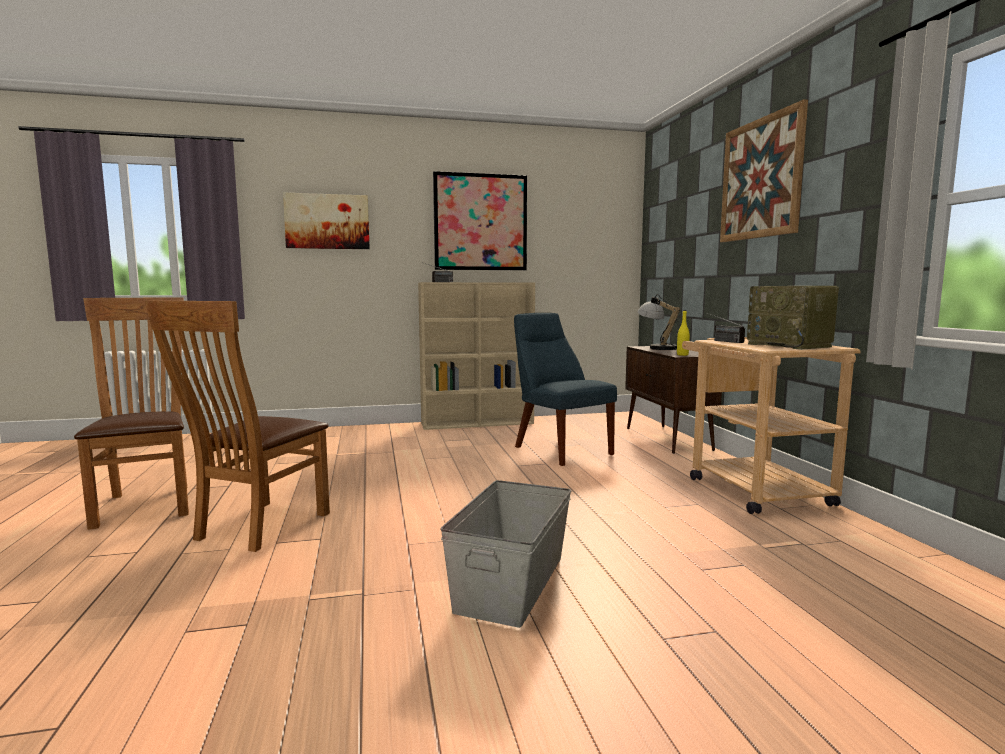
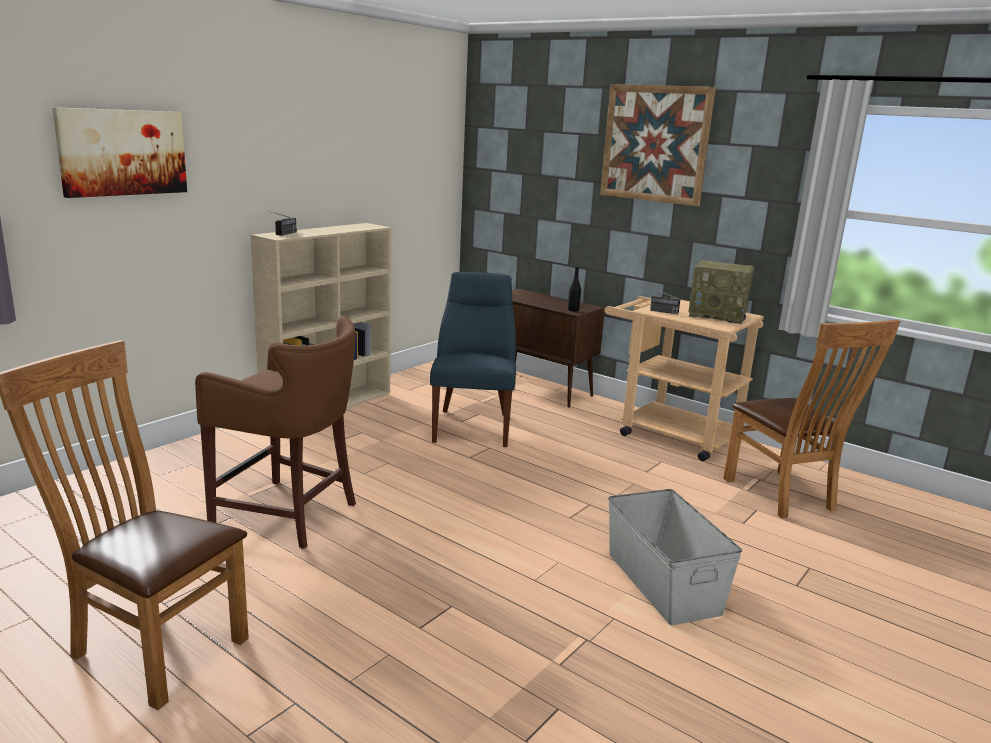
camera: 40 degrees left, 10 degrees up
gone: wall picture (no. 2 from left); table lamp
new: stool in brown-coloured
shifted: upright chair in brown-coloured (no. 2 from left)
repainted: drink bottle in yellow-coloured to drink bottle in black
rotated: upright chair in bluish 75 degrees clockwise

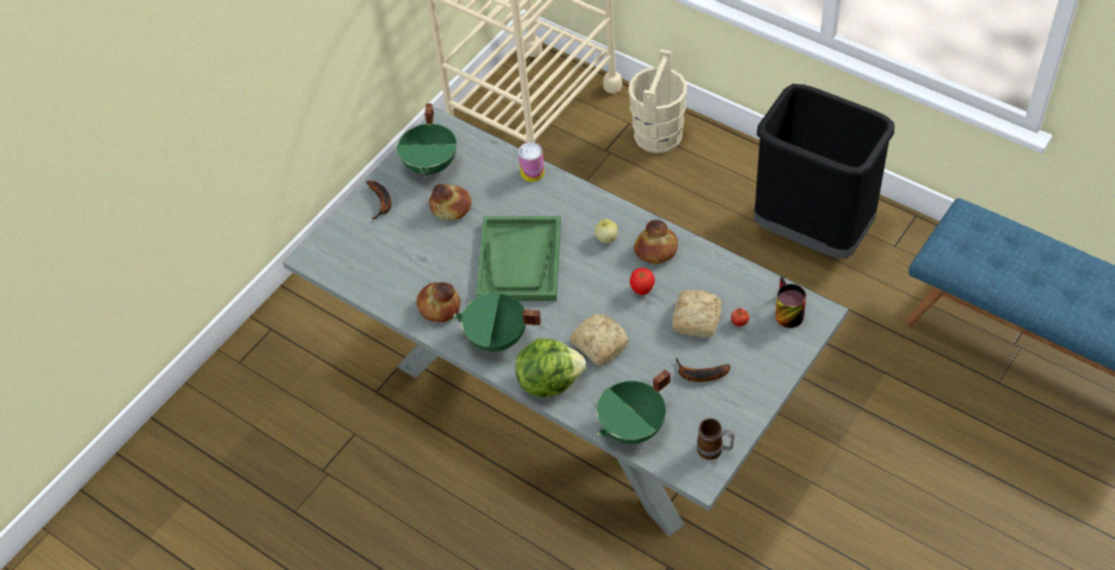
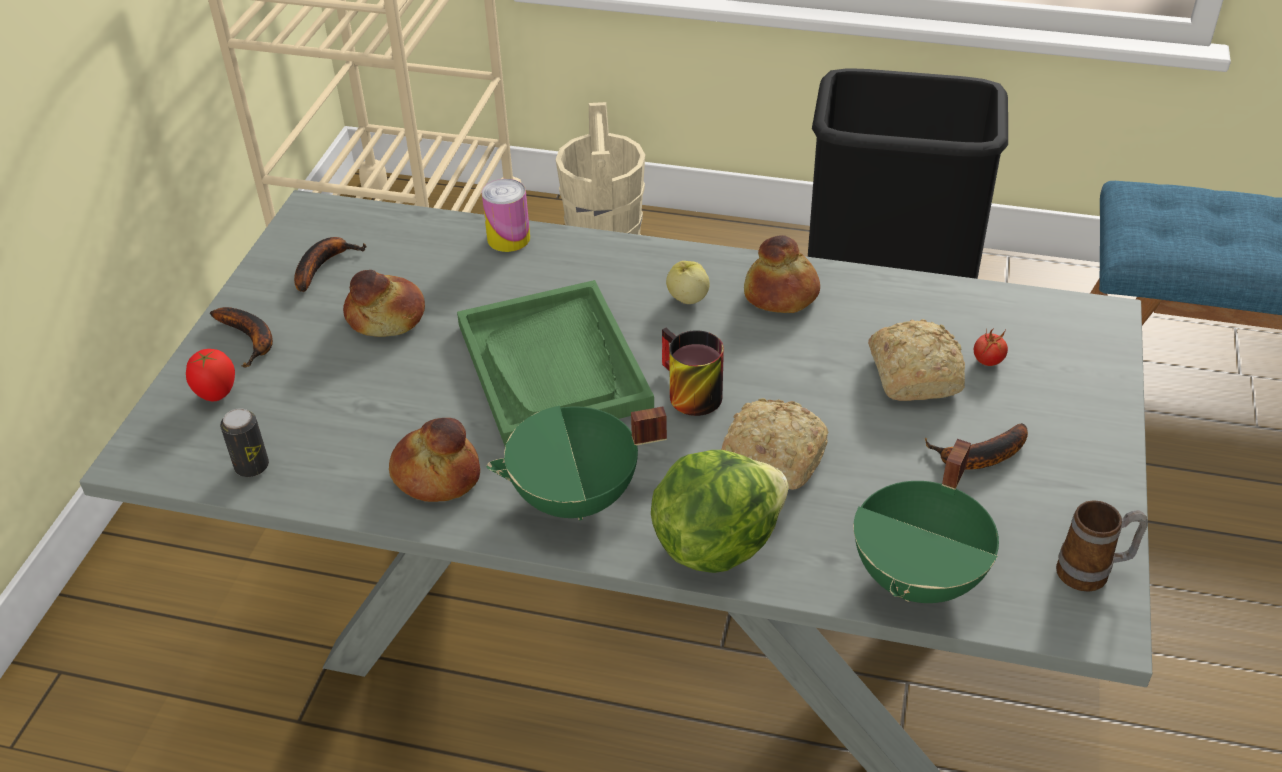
camera: 25 degrees left, 10 degrees down
new: can (no. 1 from left)
shifted: tomato (no. 1 from left); tea mug (no. 2 from left in the first image) to tea mug (no. 1 from left)
swapped: cooking pot in green (no. 1 from left) to whole banana (no. 2 from left)

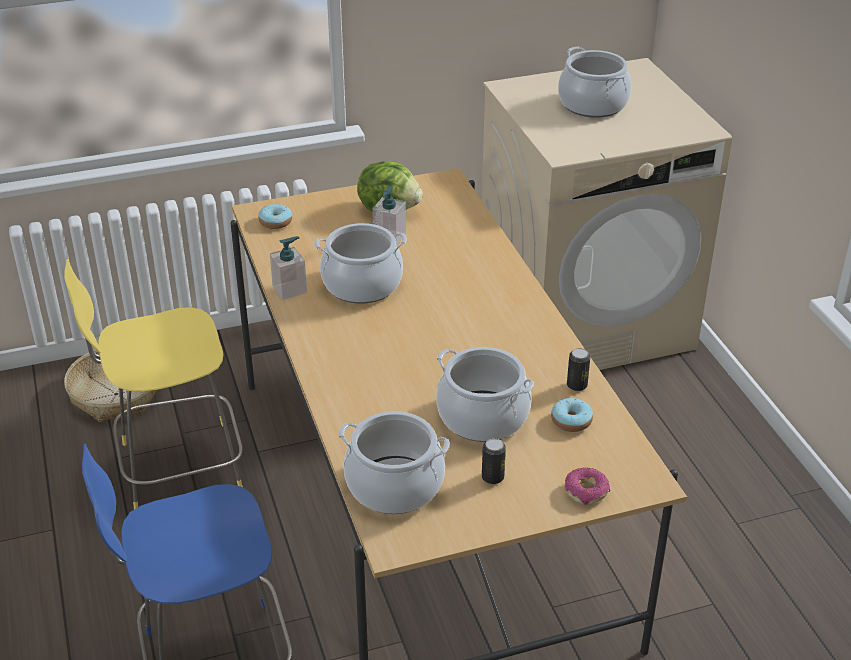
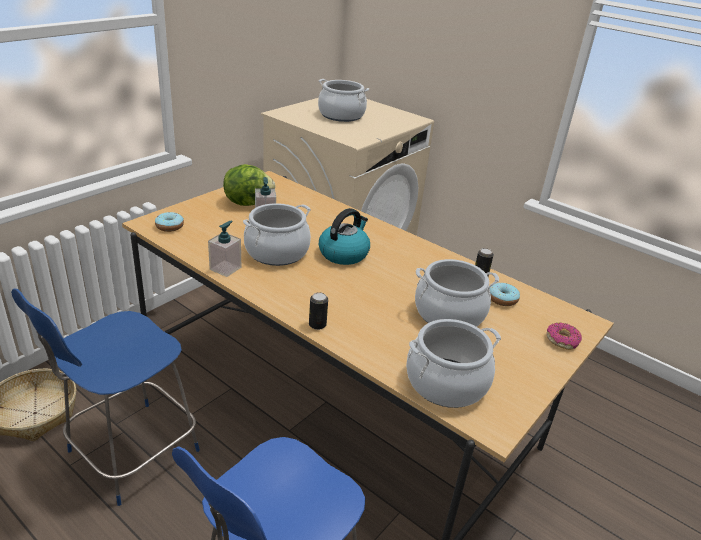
camera: 35 degrees left, 5 degrees down
new: water kettle
shifted: can (no. 1 from left)
repainted: stool in yellow-coloured to stool in bluish (no. 1 from left)

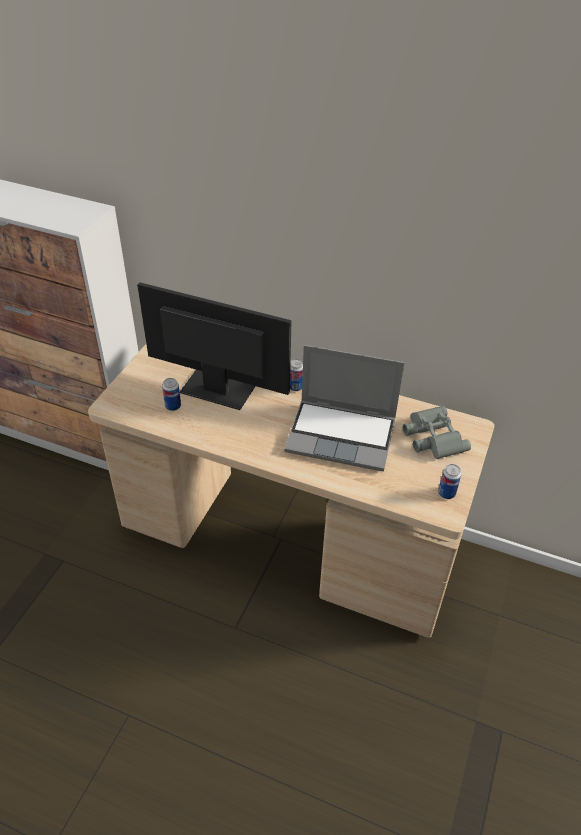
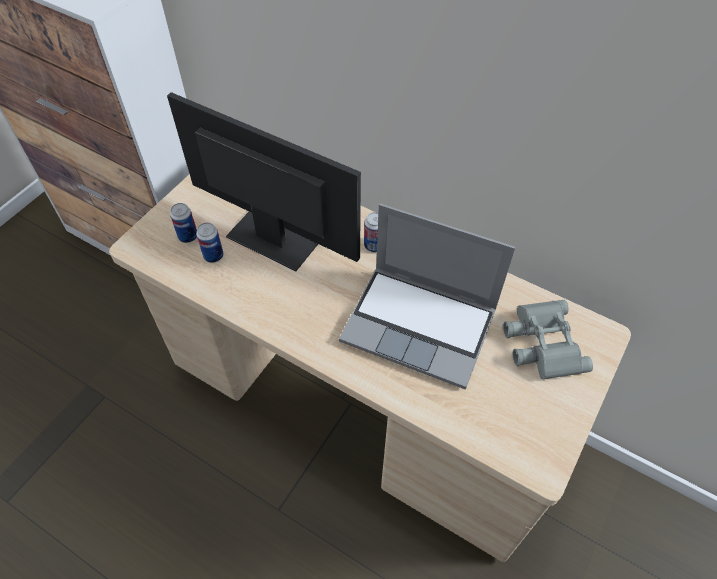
camera: 10 degrees right, 10 degrees up
shifted: can (no. 3 from left in the first image) to can (no. 1 from left)

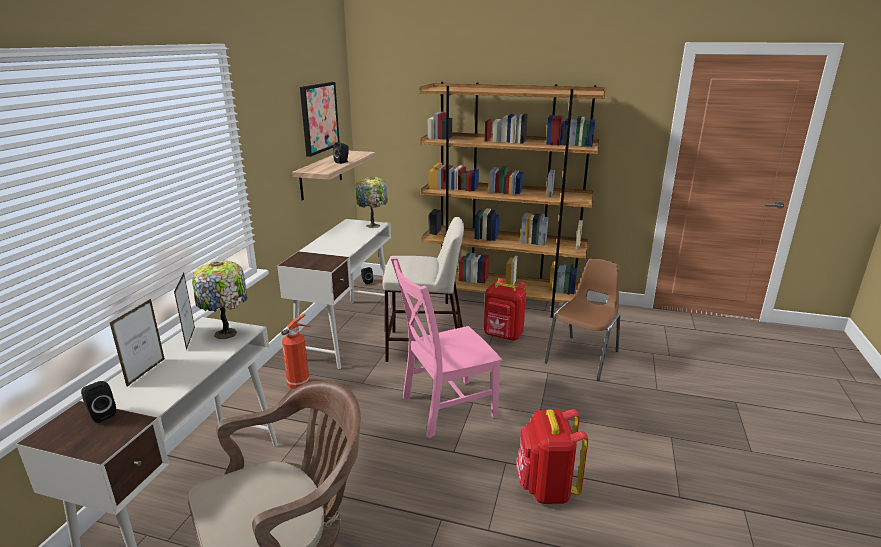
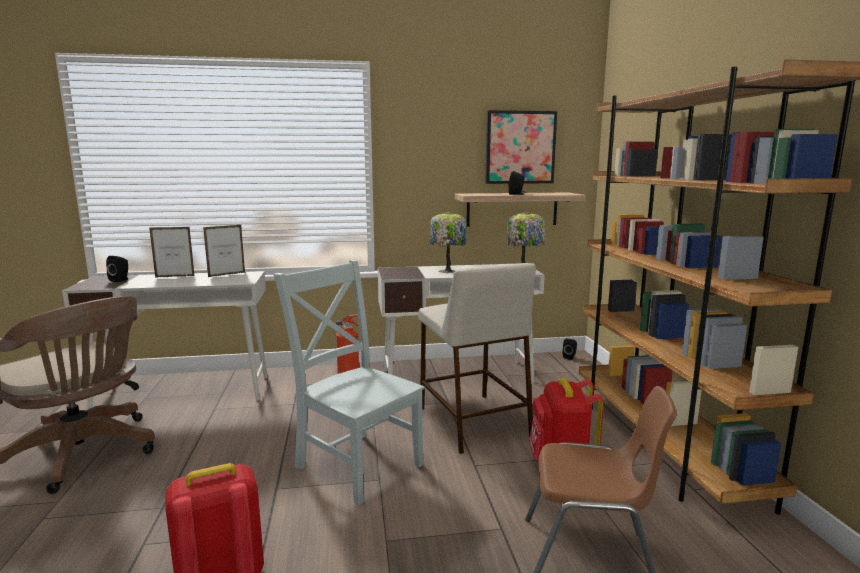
camera: 65 degrees right, 10 degrees down
shifted: table lamp (no. 1 from left)
repainted: upright chair in pink-coloured to upright chair in grey

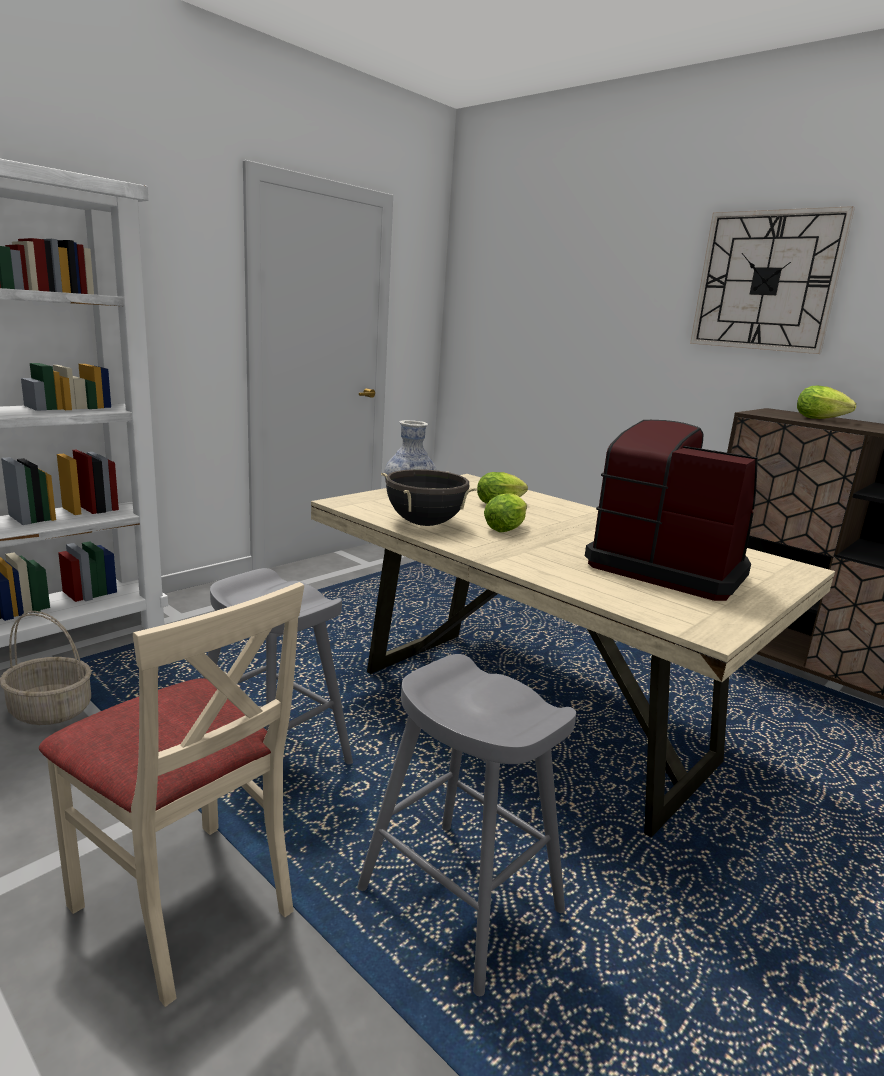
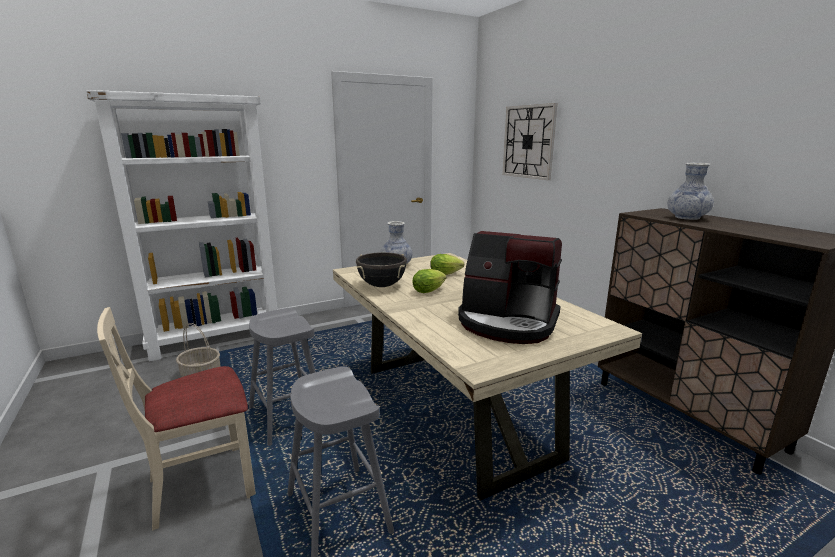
camera: 20 degrees right, 0 degrees up
shifted: wall clock
swapped: lettuce head (no. 3 from left) to decorative vase (no. 2 from left)
rotated: coffee maker 150 degrees clockwise; upright chair in beige-coloured 90 degrees clockwise

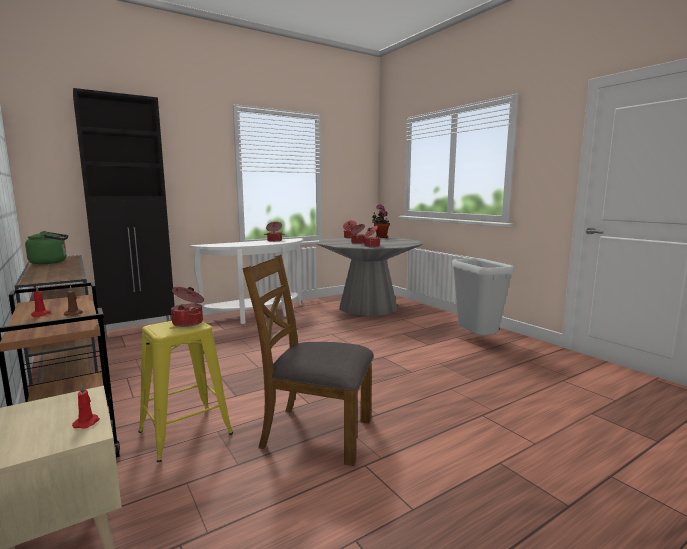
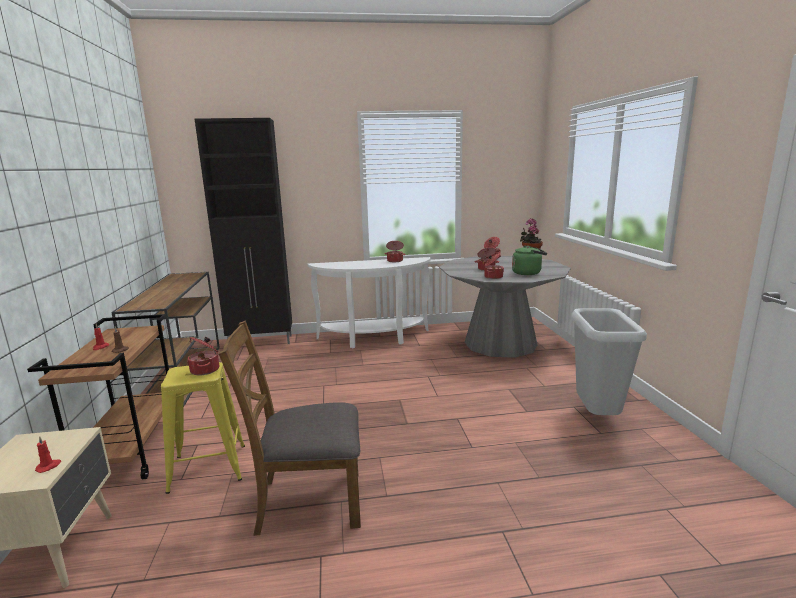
camera: 25 degrees right, 5 degrees up
shifted: water kettle in green
rotated: upright chair in brown-coloured 45 degrees counterclockwise

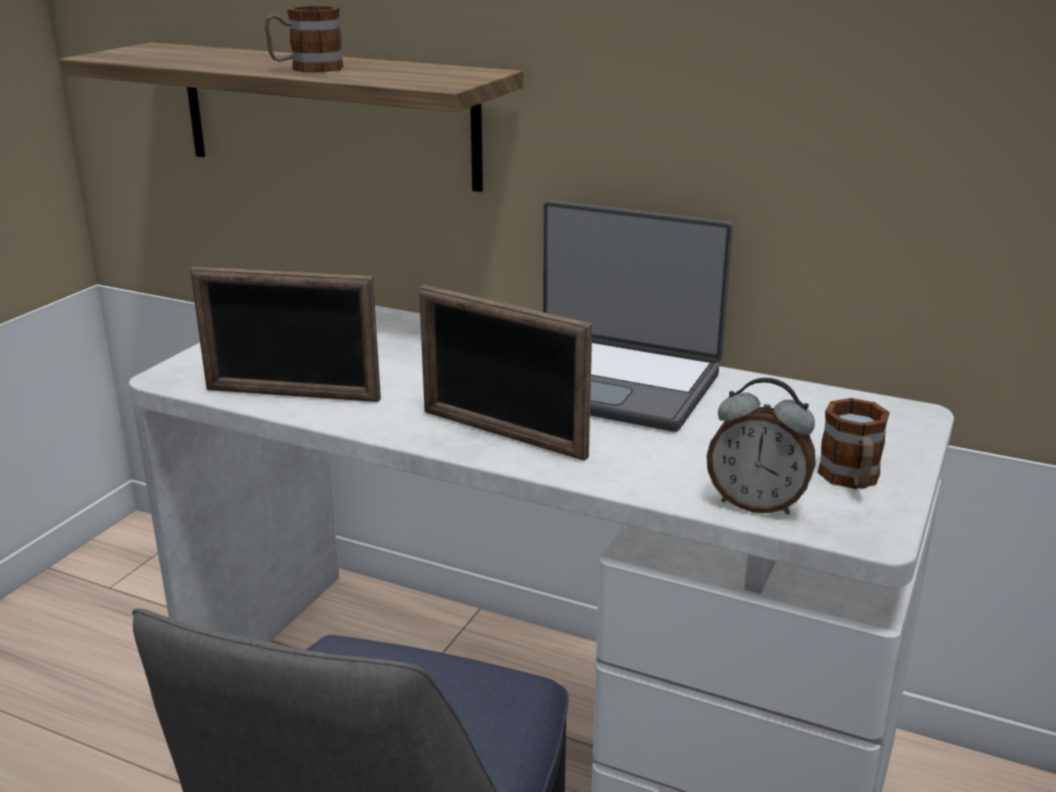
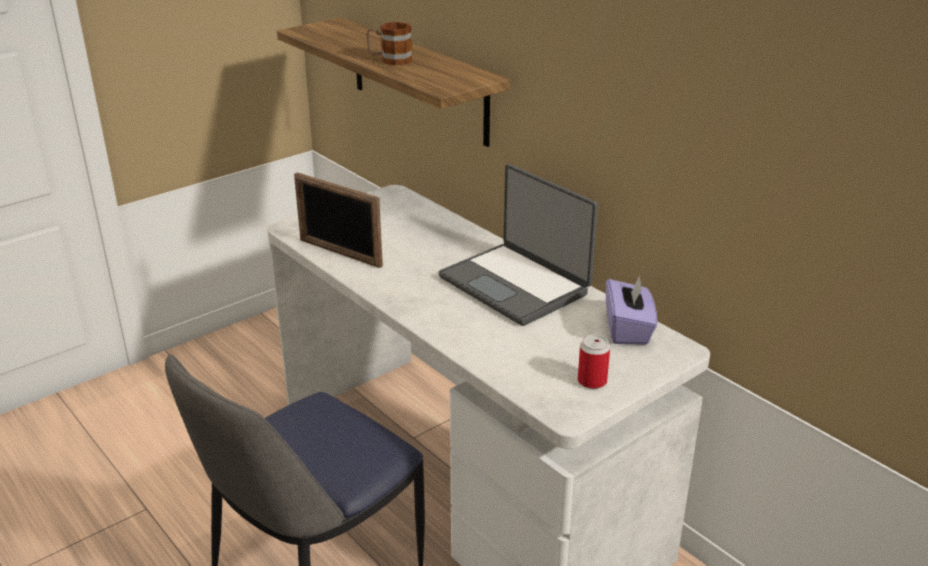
camera: 25 degrees right, 5 degrees up
gone: picture frame (no. 2 from left); bedside clock
new: box of tissues in purple
swapped: tea mug (no. 2 from left) to can

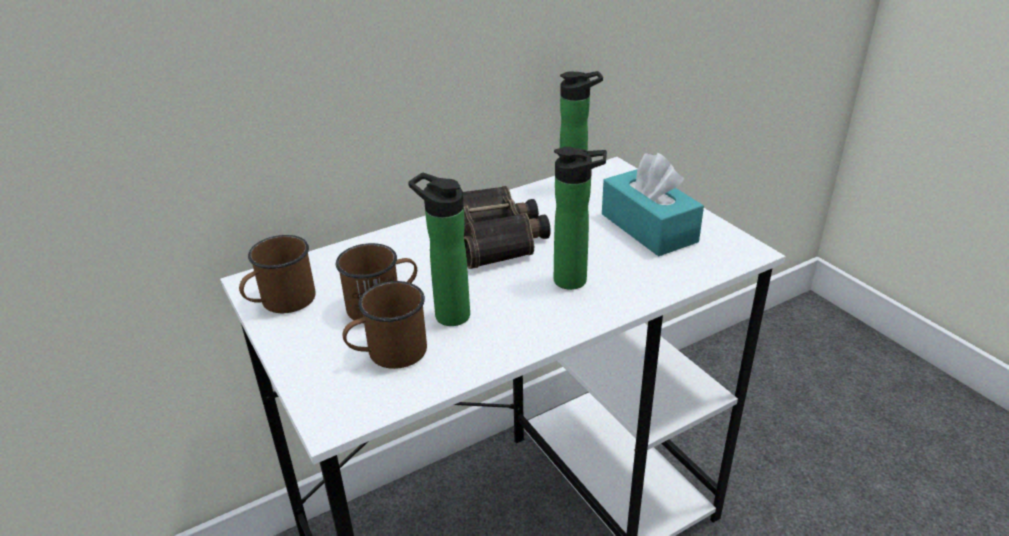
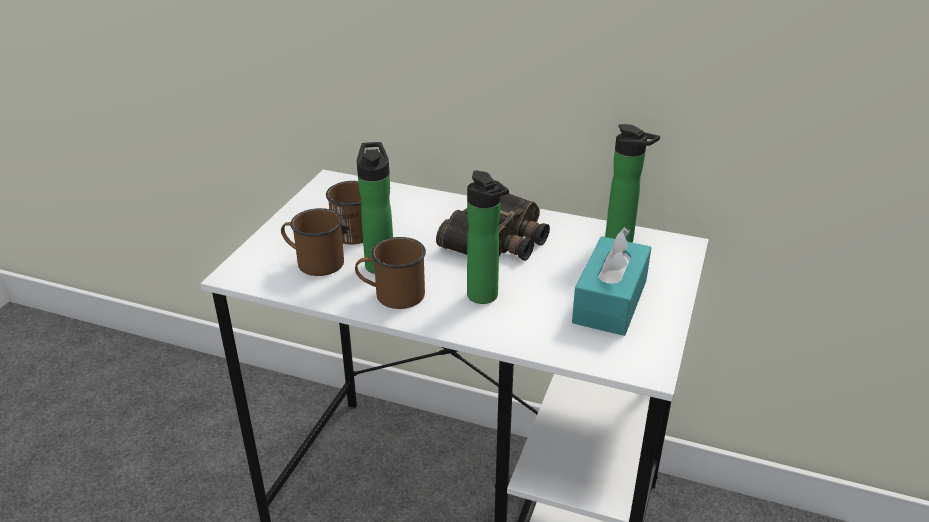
camera: 50 degrees right, 0 degrees up
shifted: tea mug in brown-coloured (no. 1 from left in the first image) to tea mug in brown-coloured (no. 3 from left)

